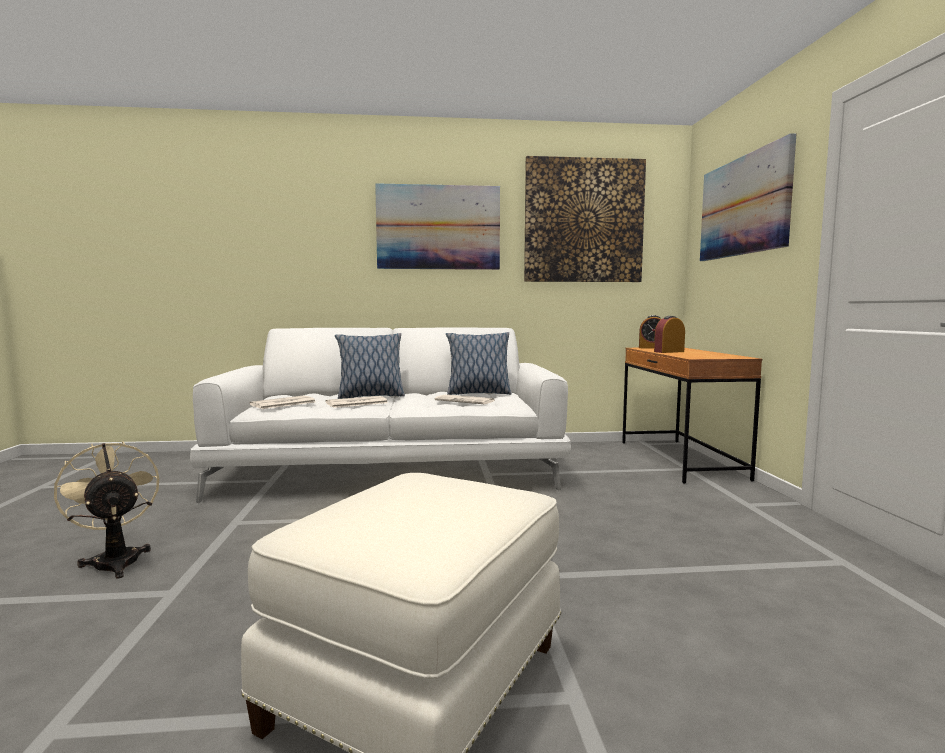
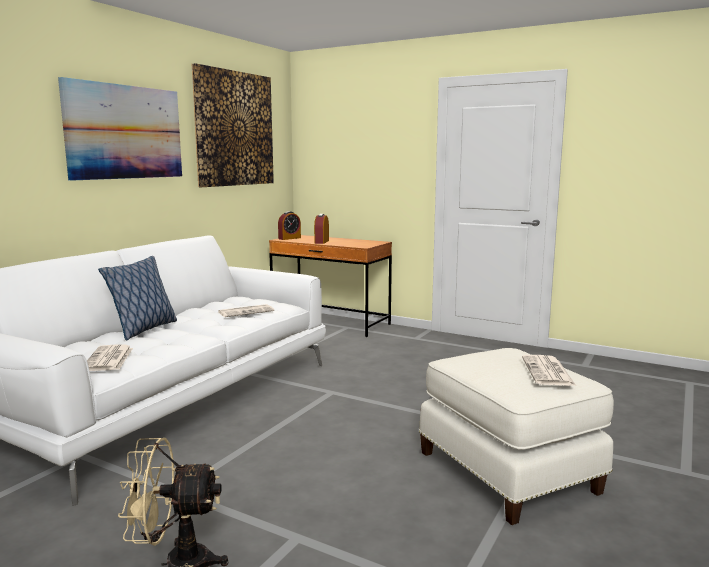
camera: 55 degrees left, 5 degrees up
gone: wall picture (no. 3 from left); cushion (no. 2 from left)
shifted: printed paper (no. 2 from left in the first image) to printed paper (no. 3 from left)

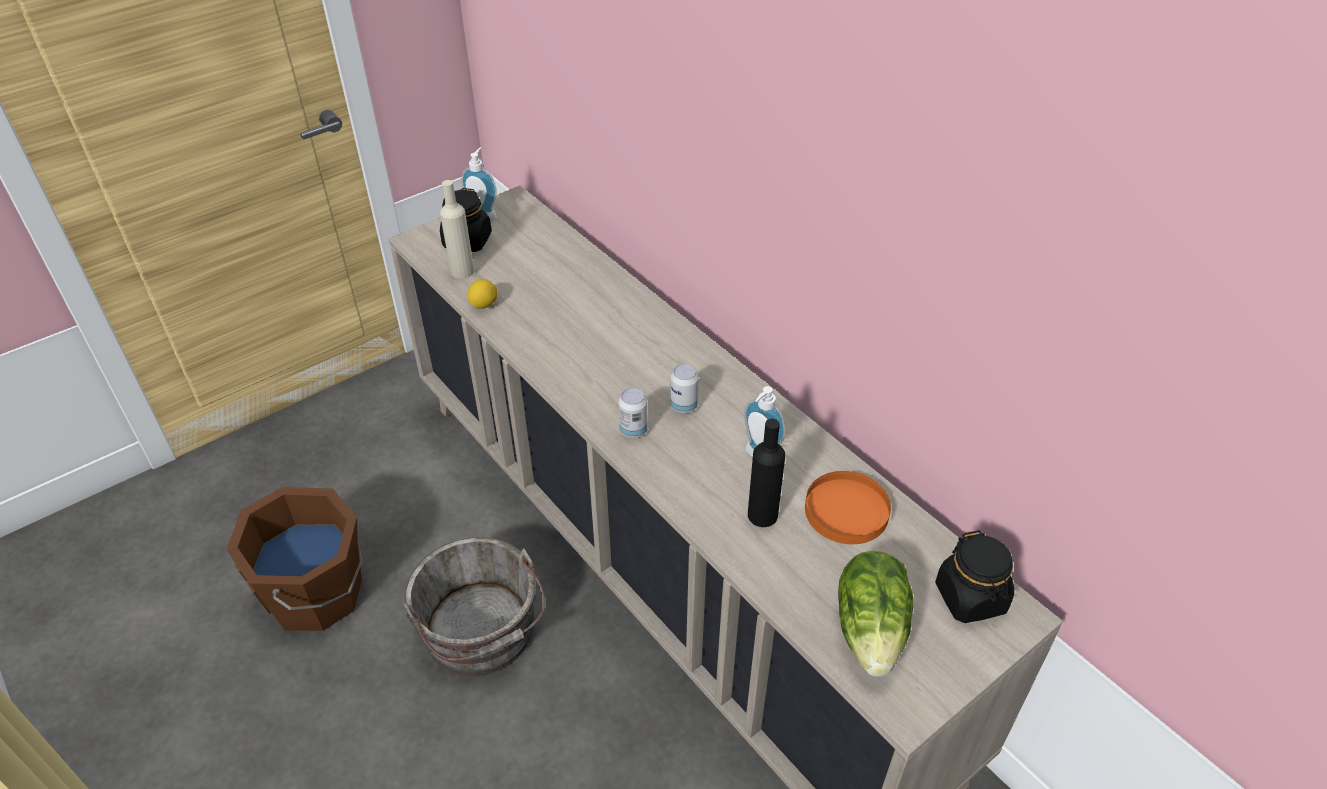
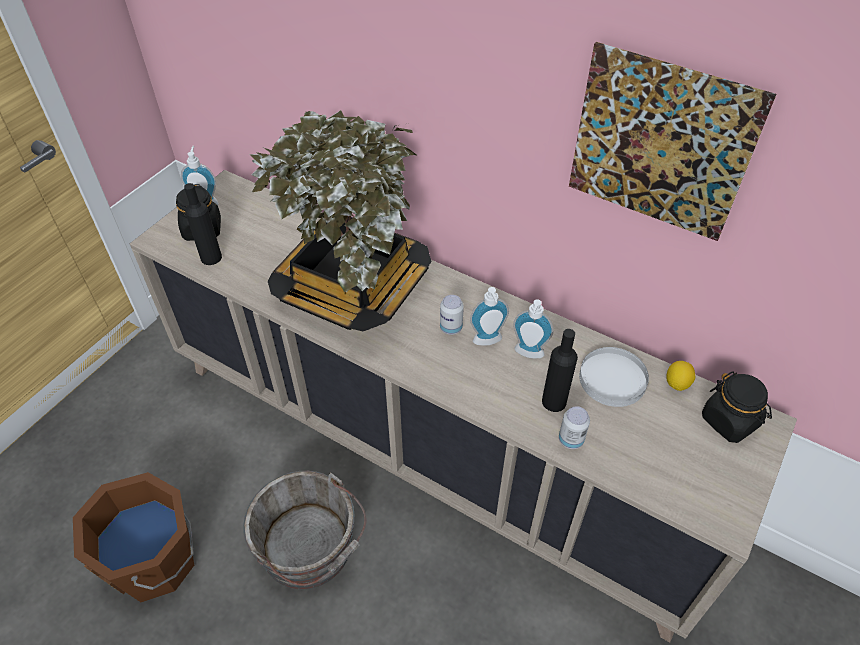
camera: 20 degrees left, 5 degrees up
gone: lettuce head
new: wall picture; plant in a pot; soap bottle (no. 2 from left)
shifted: citrus fruit; can (no. 1 from left in the first image) to can (no. 2 from left)
repainted: drink bottle in beige-coloured to drink bottle in black (no. 1 from left); flat dish in orange to flat dish in white

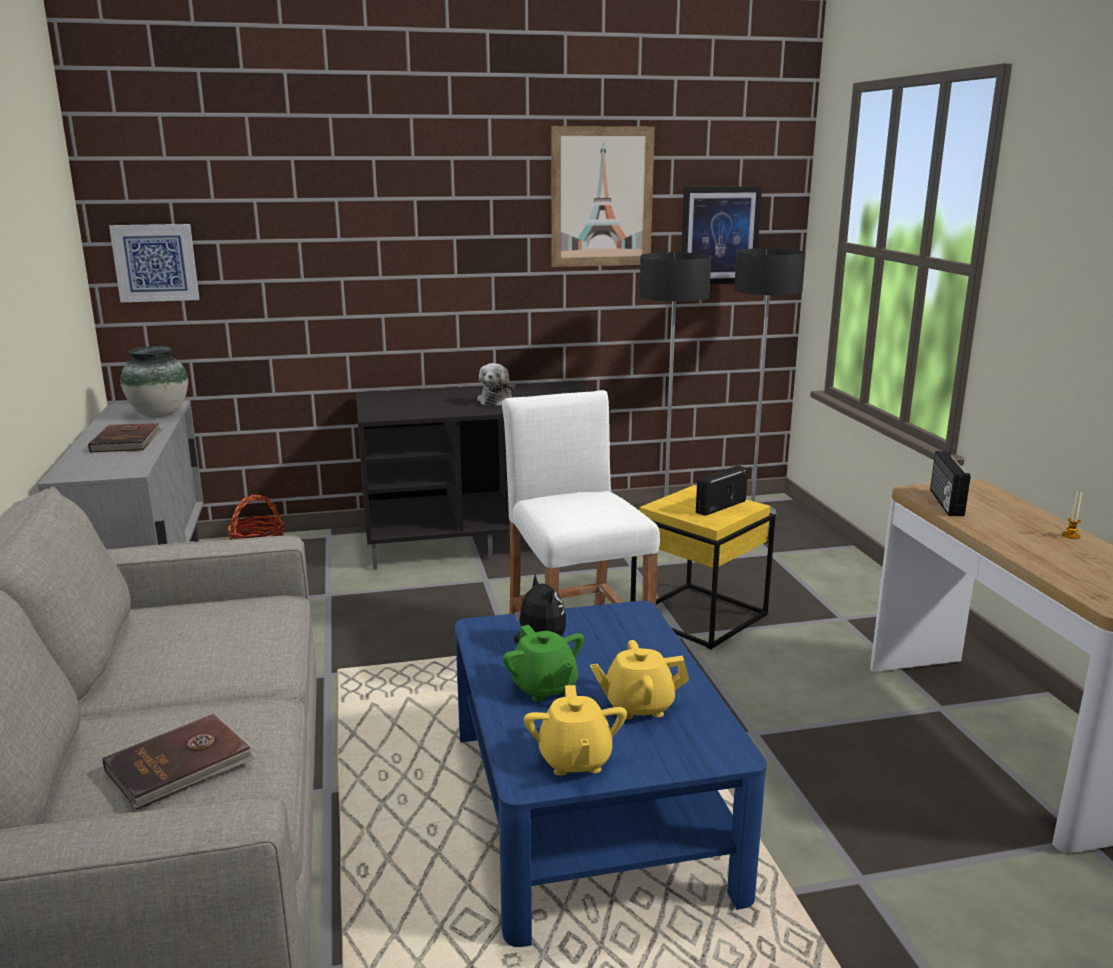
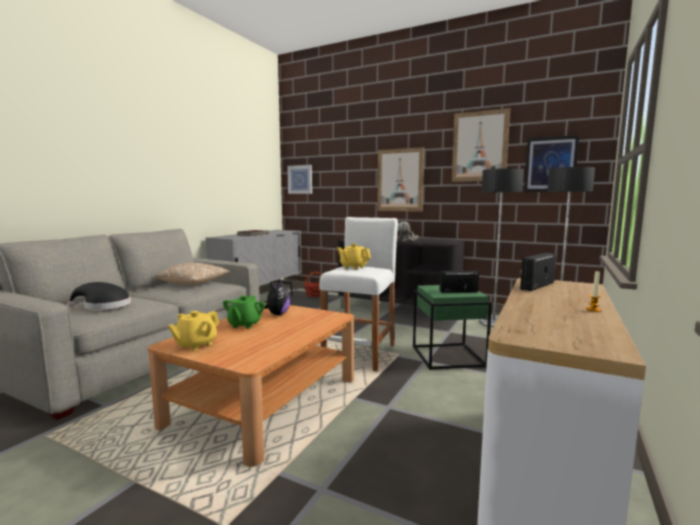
camera: 40 degrees right, 10 degrees down
gone: decorative vase
new: wall picture (no. 2 from left); cushion
shifted: pot for tea in yellow-coloured (no. 2 from left)
swapped: bound book in brown-coloured (no. 2 from left) to hat in black
repainted: end table in yellow-coloured to end table in green; coffee table in bluish to coffee table in brown-coloured

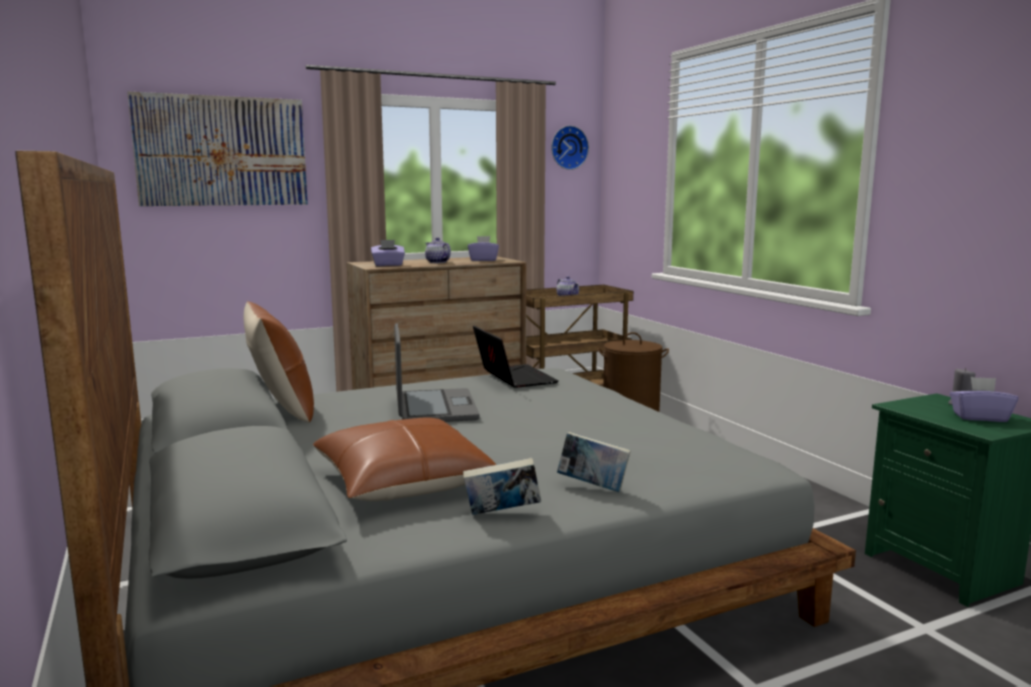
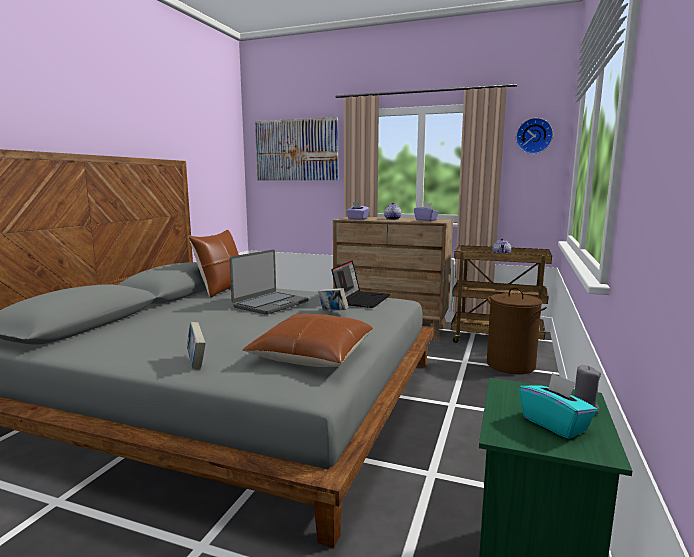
camera: 45 degrees right, 0 degrees up
shifted: cushion in brown-coloured (no. 2 from left); bound book (no. 1 from left in the first image) to bound book (no. 2 from left)
repainted: box of tissues in purple (no. 3 from left) to box of tissues in blue-green

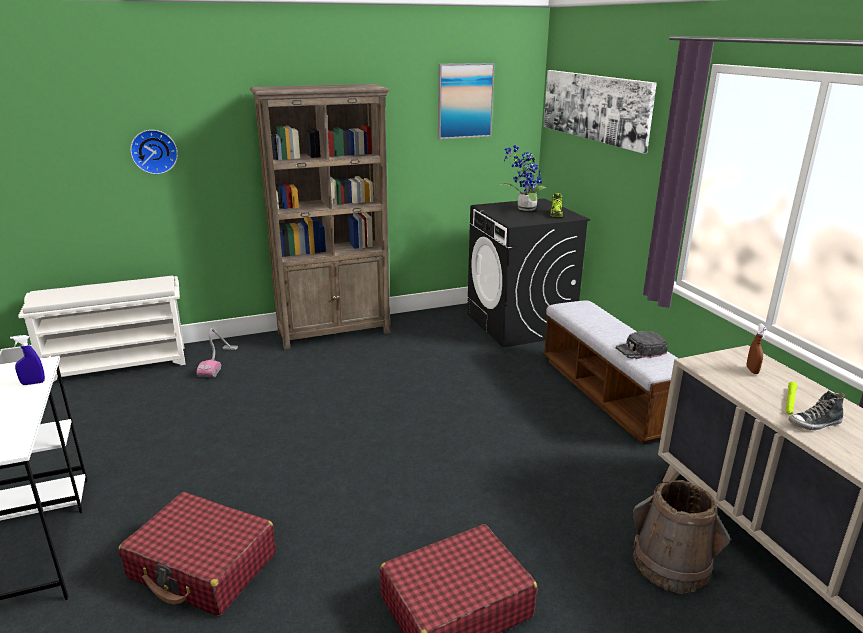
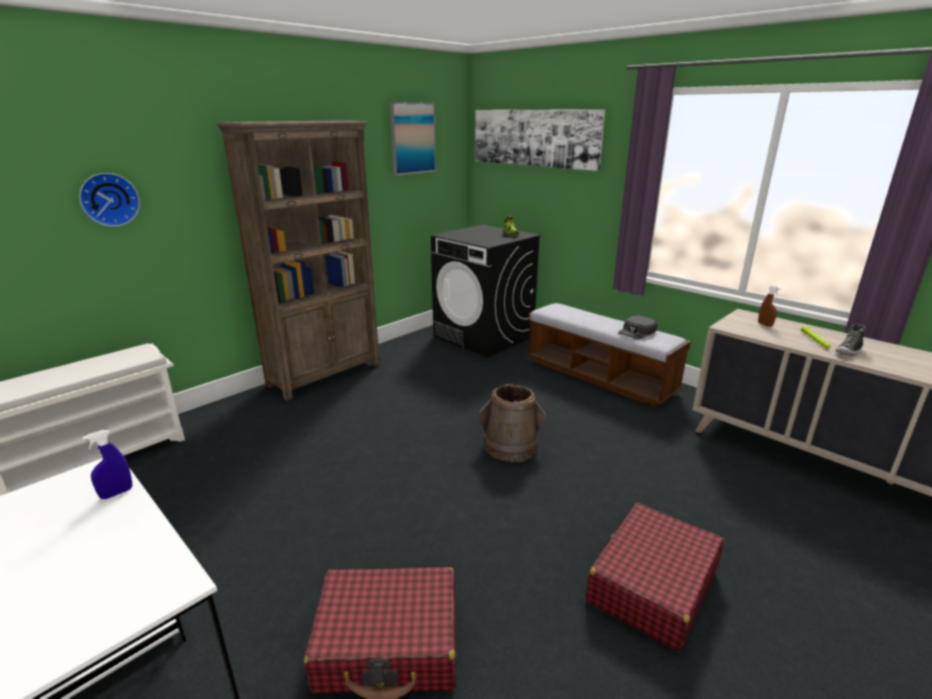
camera: 25 degrees left, 0 degrees up
gone: plant in a pot; hoover
shifted: bucket in brown-coloured

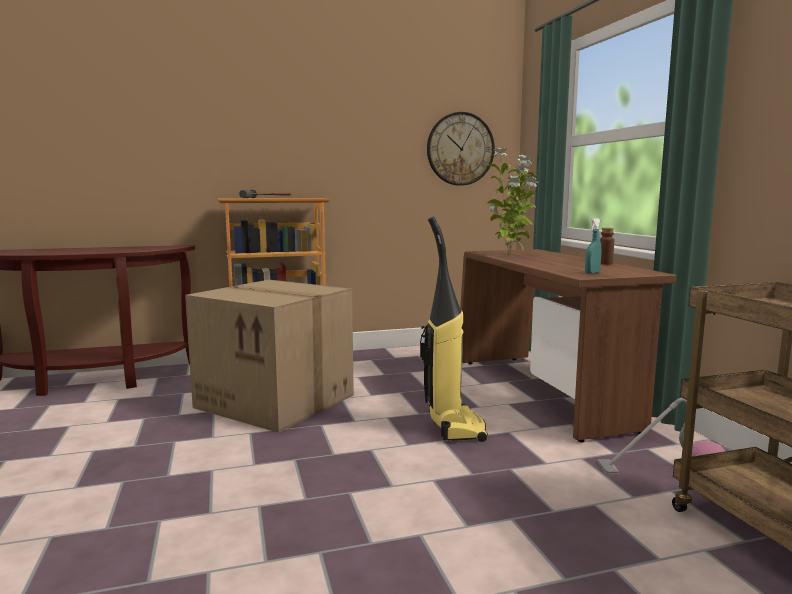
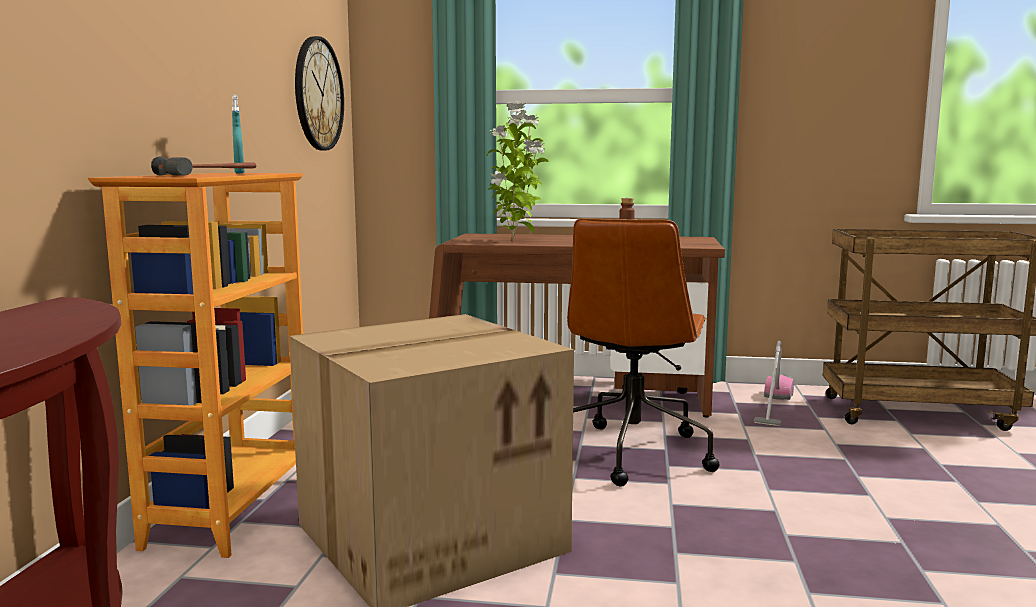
camera: 65 degrees left, 0 degrees up
shifted: hand sprayer in blue-green
swapped: hoover (no. 1 from left) to desk chair in brown-coloured

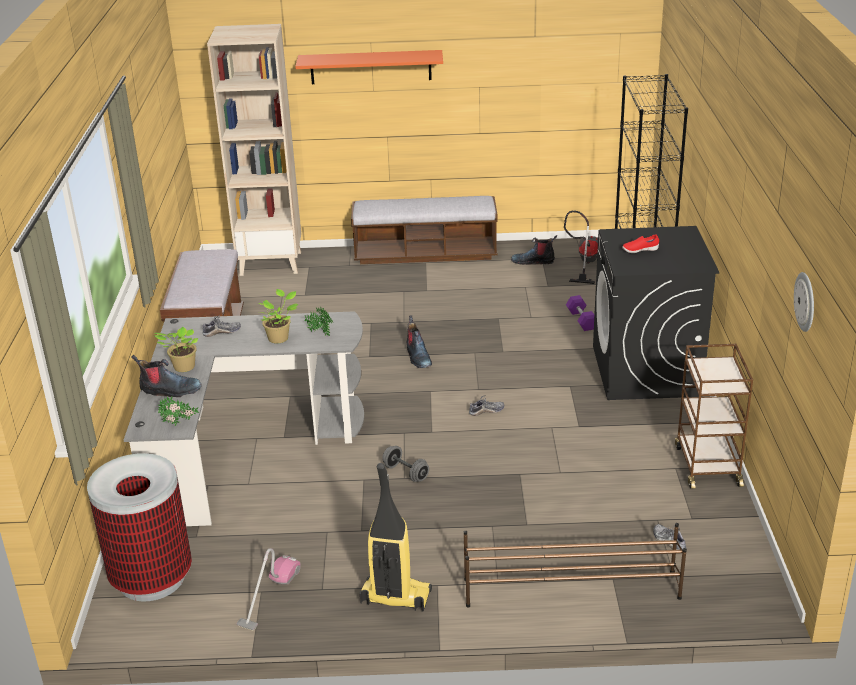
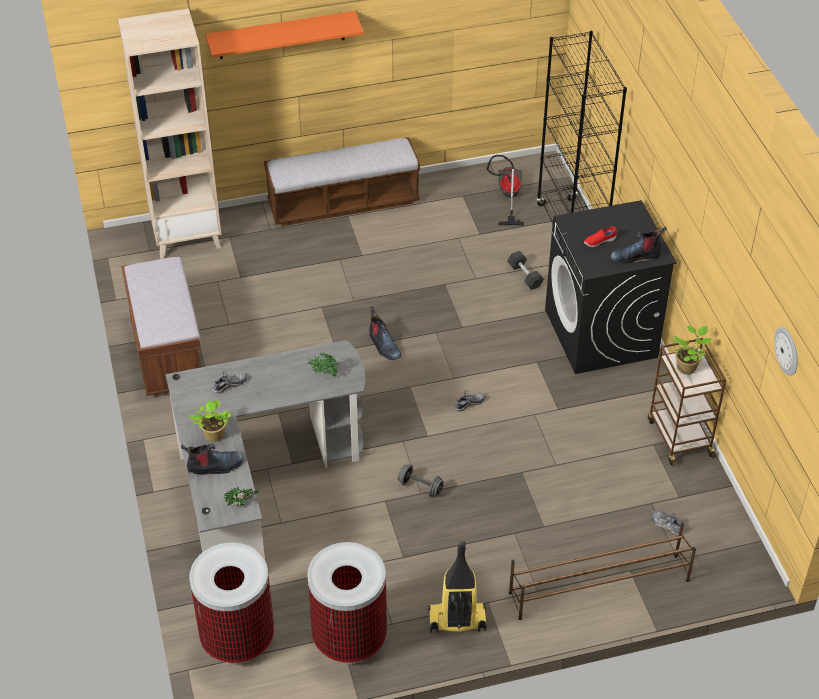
camera: 15 degrees left, 15 degrees up
shifted: high-top boot (no. 3 from left); plant in a pot (no. 3 from left in the first image) to plant in a pot (no. 4 from left)
swapped: hoover (no. 1 from left) to waste bin (no. 2 from left)
repainted: hand weight in purple to hand weight in grey (no. 2 from left)

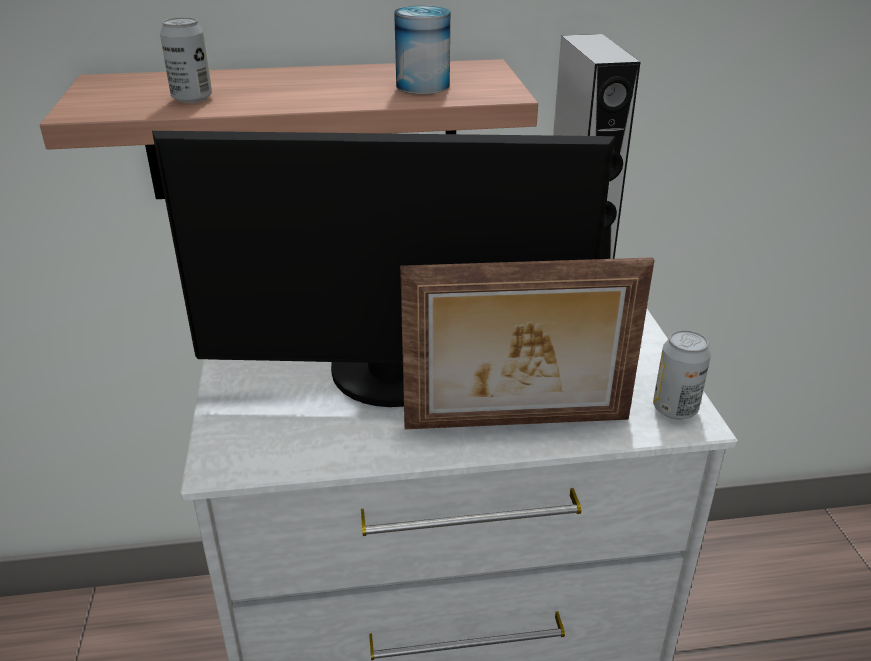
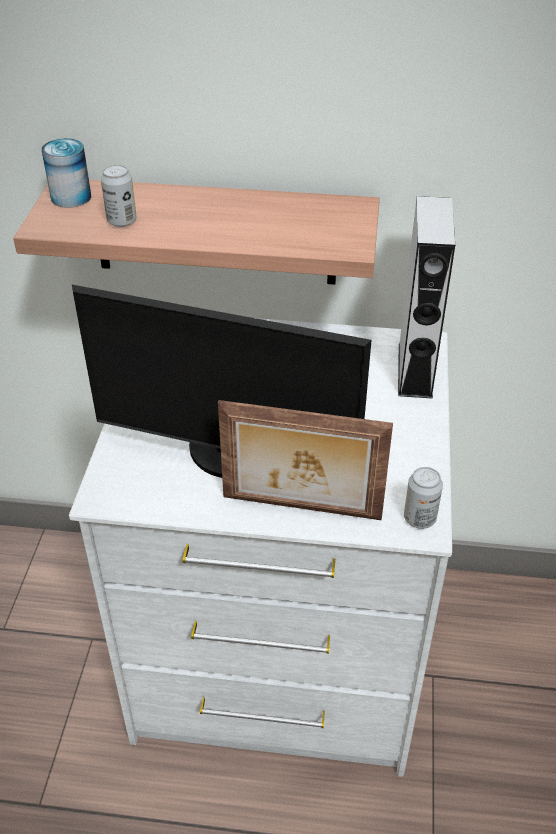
camera: 15 degrees right, 10 degrees up
shifted: can (no. 2 from left in the first image) to can (no. 1 from left)

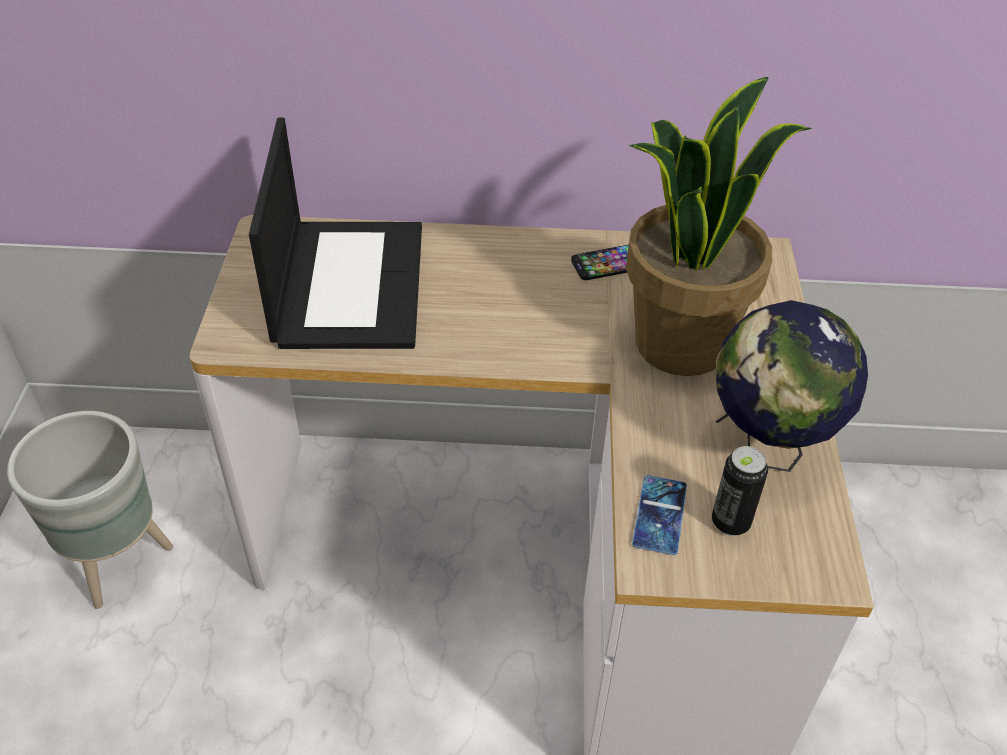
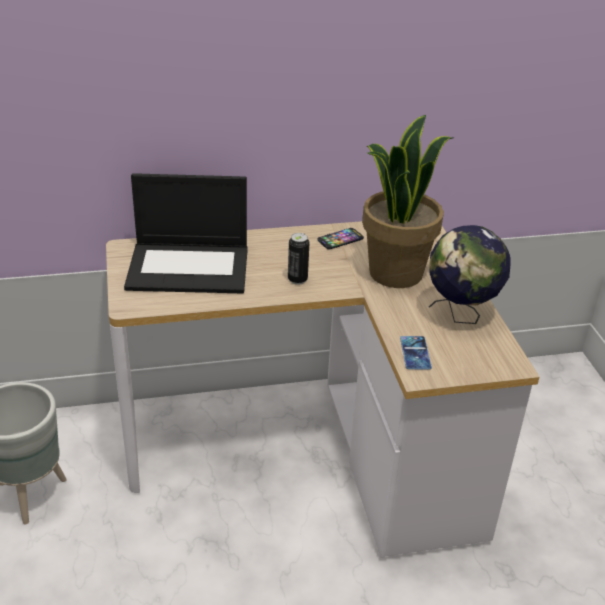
camera: 15 degrees left, 10 degrees down
shifted: can
rotated: laptop 105 degrees clockwise

